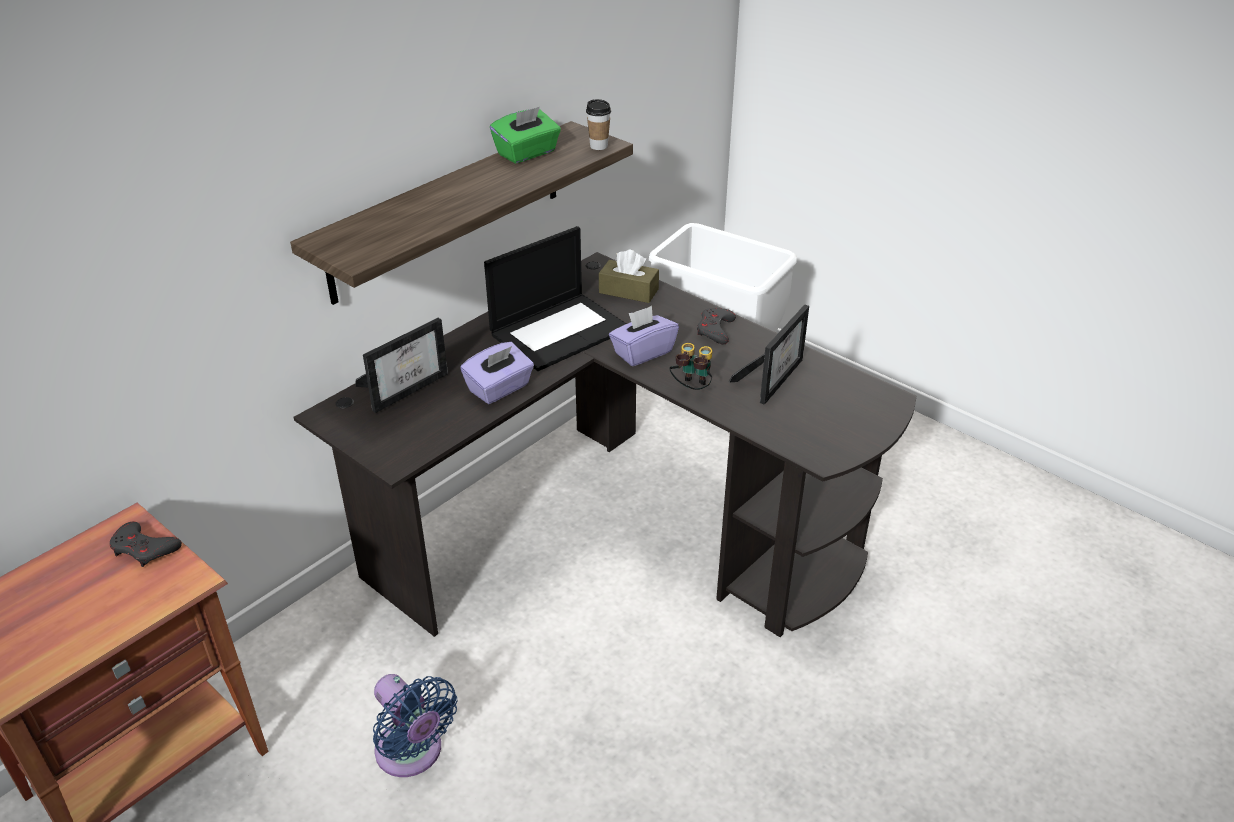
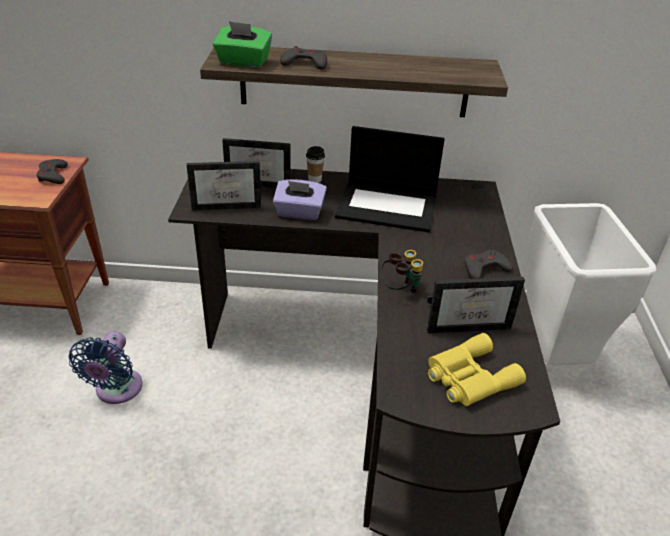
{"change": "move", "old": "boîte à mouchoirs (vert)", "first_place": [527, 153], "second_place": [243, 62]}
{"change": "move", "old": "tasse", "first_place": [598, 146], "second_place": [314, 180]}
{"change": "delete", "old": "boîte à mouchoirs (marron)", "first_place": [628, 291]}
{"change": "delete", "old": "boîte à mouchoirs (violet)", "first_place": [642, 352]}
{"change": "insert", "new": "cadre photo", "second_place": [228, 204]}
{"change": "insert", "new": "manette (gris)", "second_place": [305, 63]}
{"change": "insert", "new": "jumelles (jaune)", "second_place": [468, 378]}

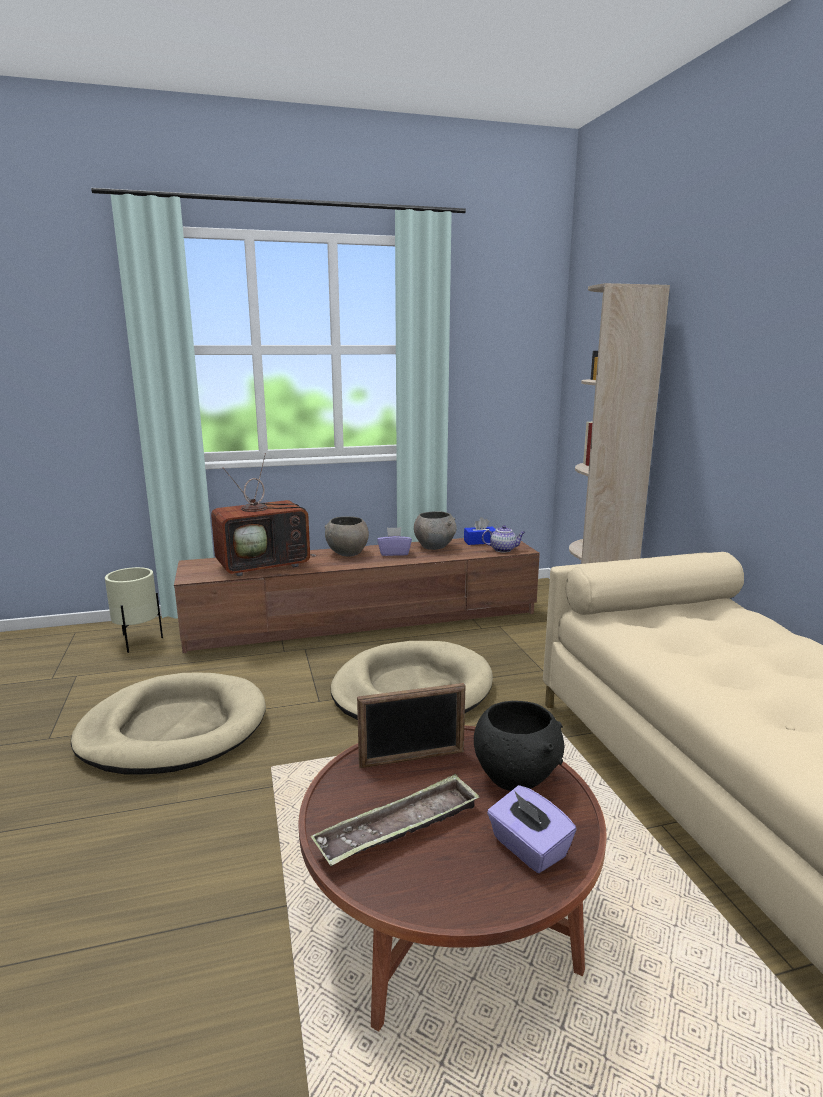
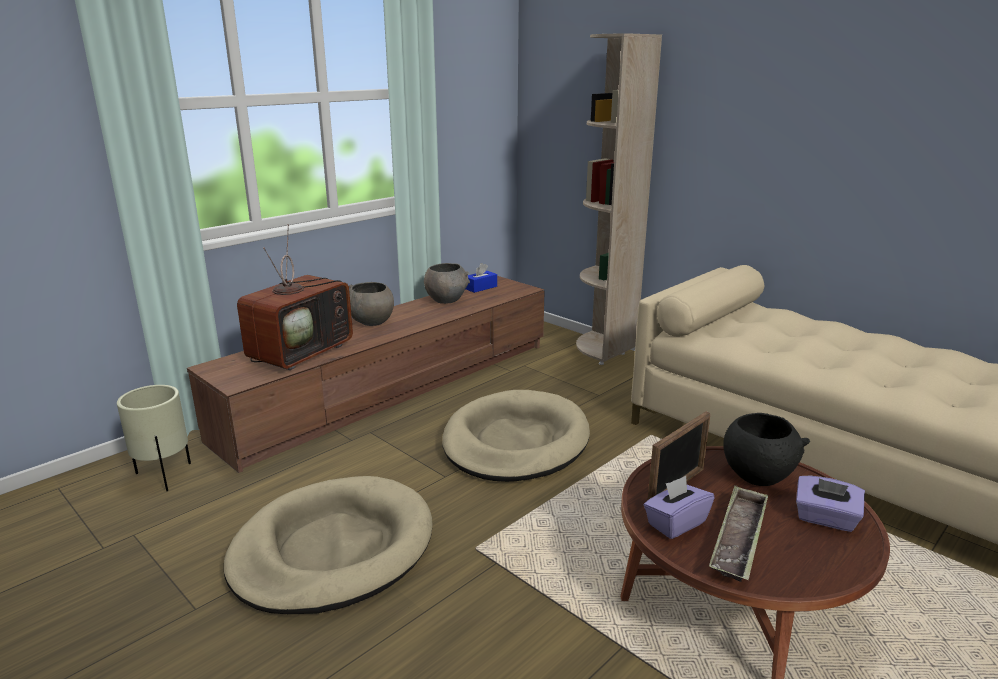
{"change": "move", "old": "boîte à mouchoirs (violet)", "first_place": [394, 553], "second_place": [676, 523]}
{"change": "delete", "old": "théière", "first_place": [503, 549]}

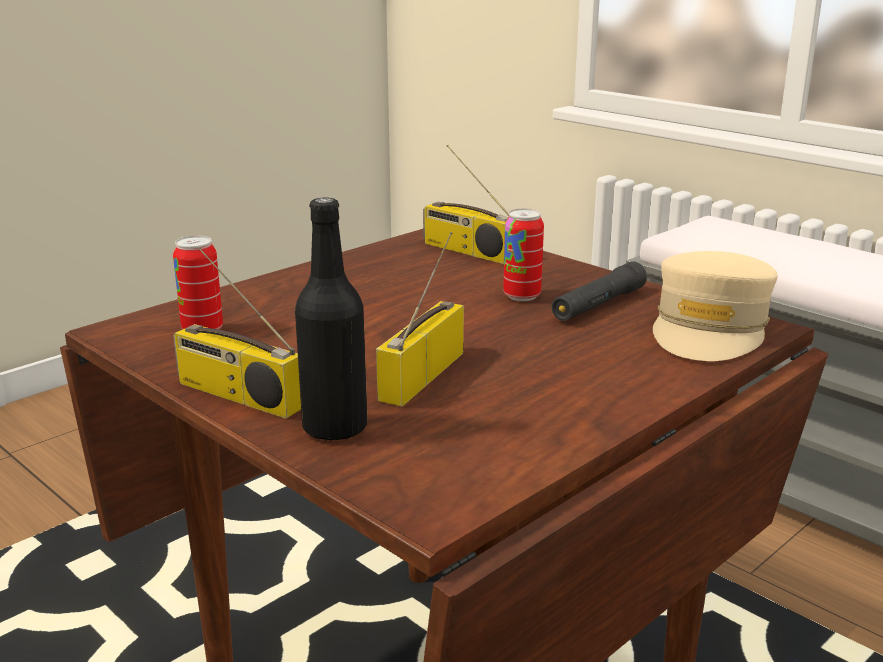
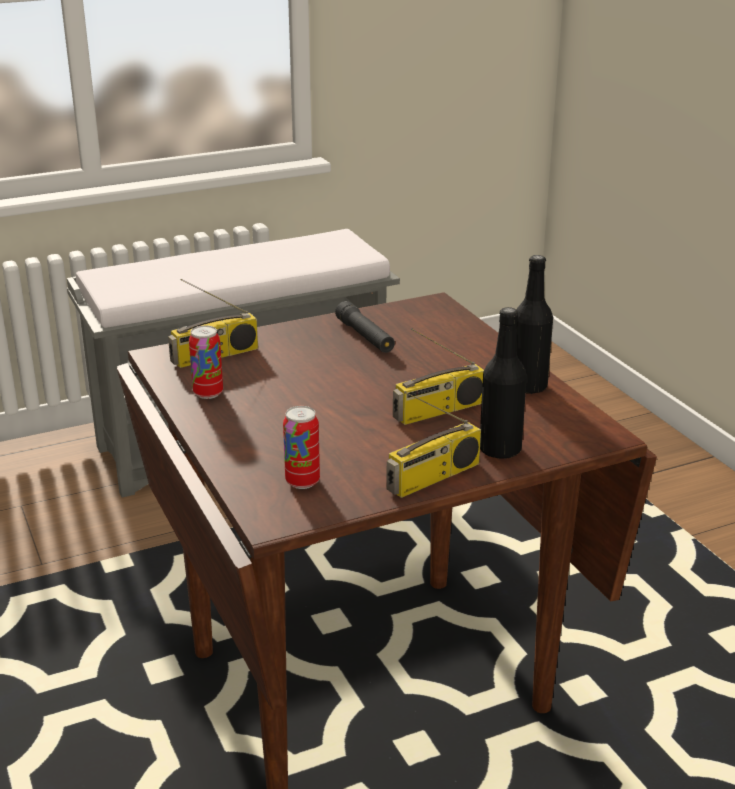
{"change": "rotate", "old": "radio", "first_place": [422, 374], "second_place": [438, 411], "degrees": -75}
{"change": "move", "old": "boîte métallique", "first_place": [522, 296], "second_place": [208, 393]}
{"change": "delete", "old": "casquette (beige)", "first_place": [710, 329]}
{"change": "insert", "new": "bouteille (noir)", "second_place": [528, 386]}

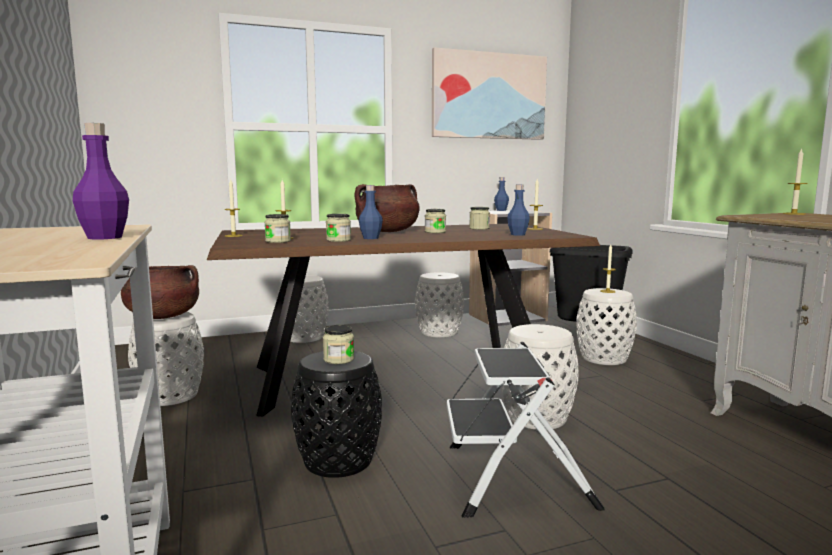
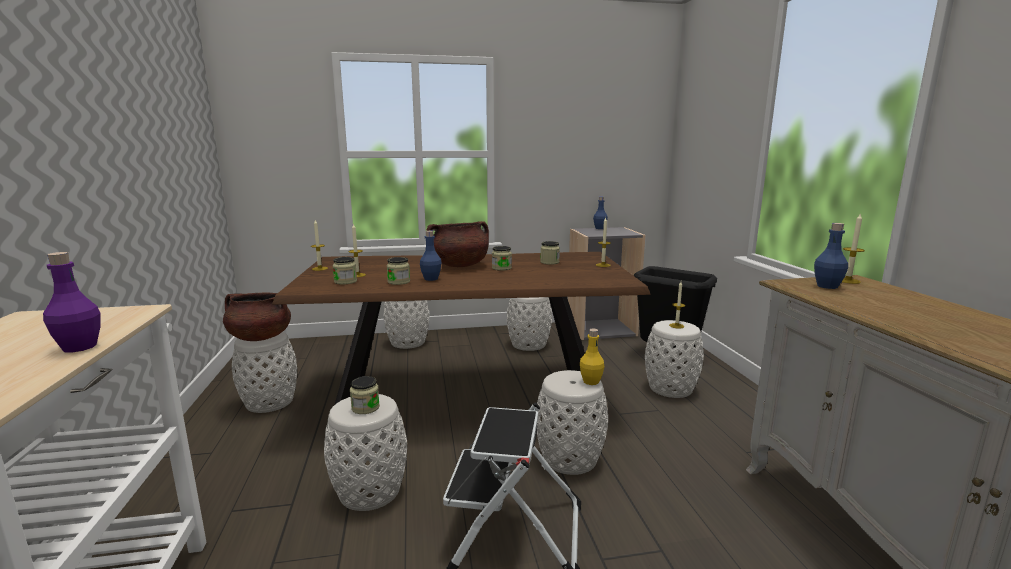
{"change": "recolor", "old": "tabouret (noir)", "new": "tabouret (blanc)", "first_place": [338, 461], "second_place": [369, 491]}
{"change": "delete", "old": "tableau", "first_place": [488, 96]}
{"change": "move", "old": "bouteille (bleu)", "first_place": [518, 234], "second_place": [827, 286]}
{"change": "insert", "new": "bouteille (jaune)", "second_place": [591, 381]}

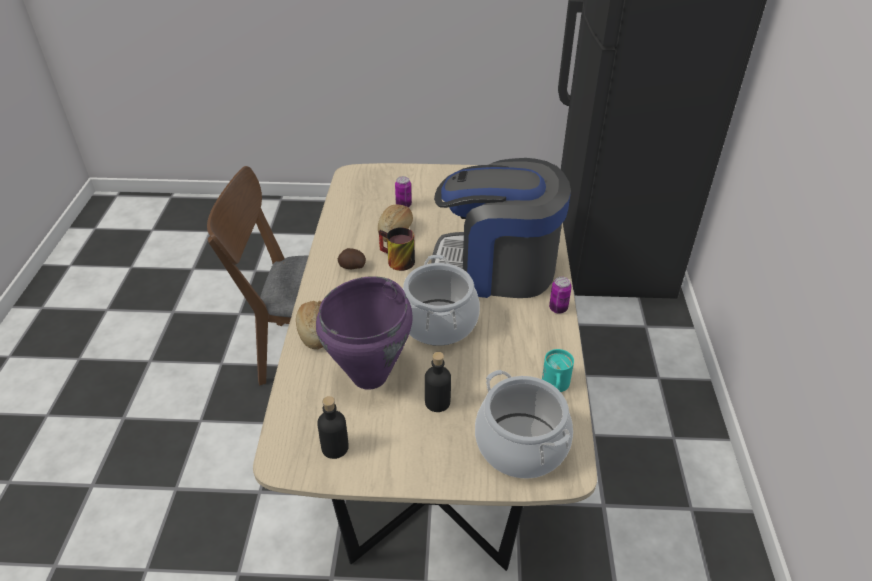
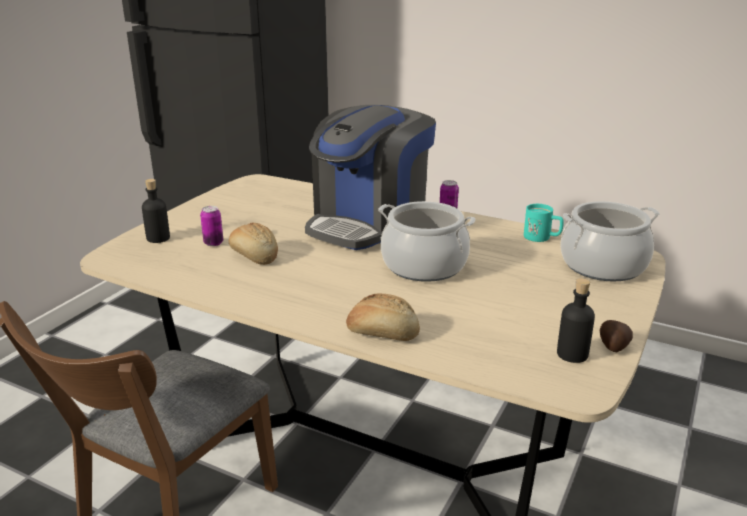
{"change": "delete", "old": "marmite (violet)", "first_place": [370, 376]}
{"change": "move", "old": "pomme de terre", "first_place": [352, 267], "second_place": [613, 347]}
{"change": "delete", "old": "mug", "first_place": [395, 261]}
{"change": "move", "old": "bouteille (noir)", "first_place": [437, 402], "second_place": [158, 238]}

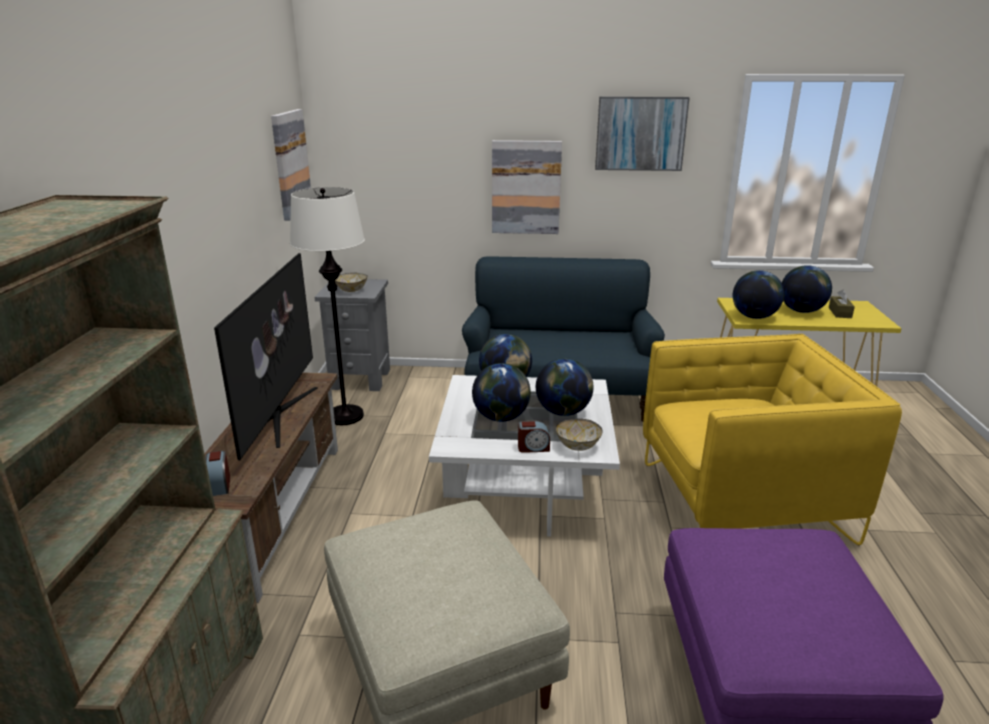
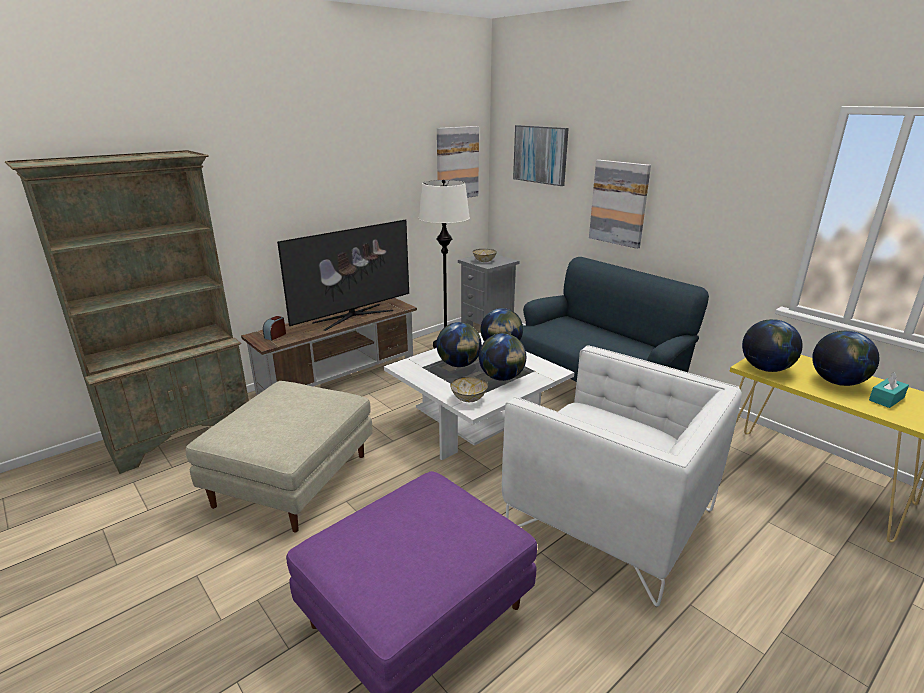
{"change": "delete", "old": "réveil", "first_place": [533, 448]}
{"change": "move", "old": "tableau", "first_place": [640, 133], "second_place": [540, 154]}
{"change": "recolor", "old": "fauteuil (jaune)", "new": "fauteuil (blanc)", "first_place": [742, 502], "second_place": [609, 519]}
{"change": "recolor", "old": "boîte à mouchoirs (marron)", "new": "boîte à mouchoirs (turquoise)", "first_place": [840, 313], "second_place": [886, 399]}

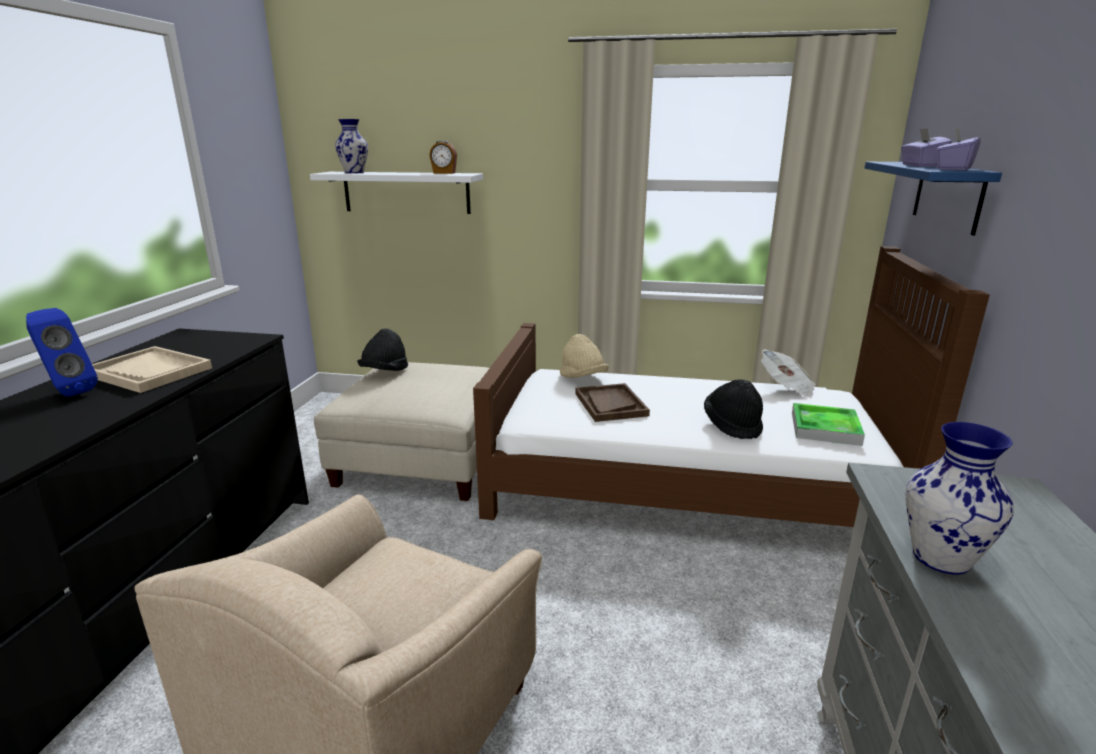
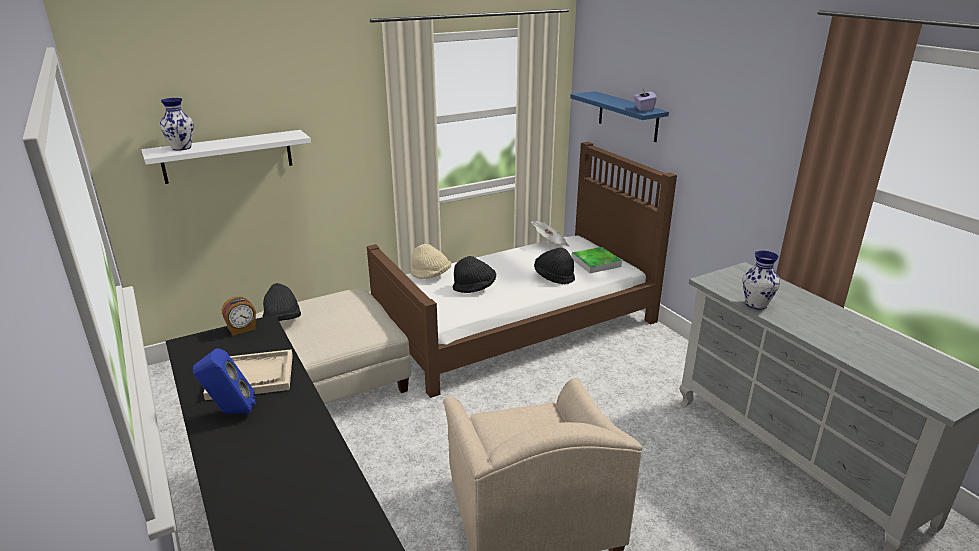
{"change": "move", "old": "réveil", "first_place": [444, 173], "second_place": [242, 329]}
{"change": "replace", "old": "plateau (marron)", "new": "chapeau (noir)", "first_place": [610, 404], "second_place": [474, 288]}
{"change": "delete", "old": "boîte à mouchoirs (violet)", "first_place": [920, 166]}

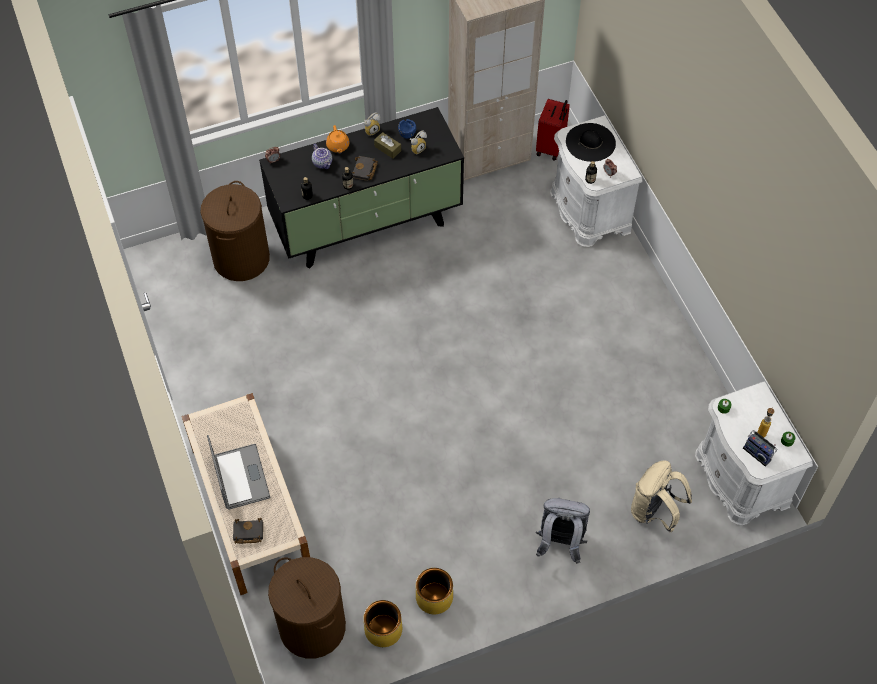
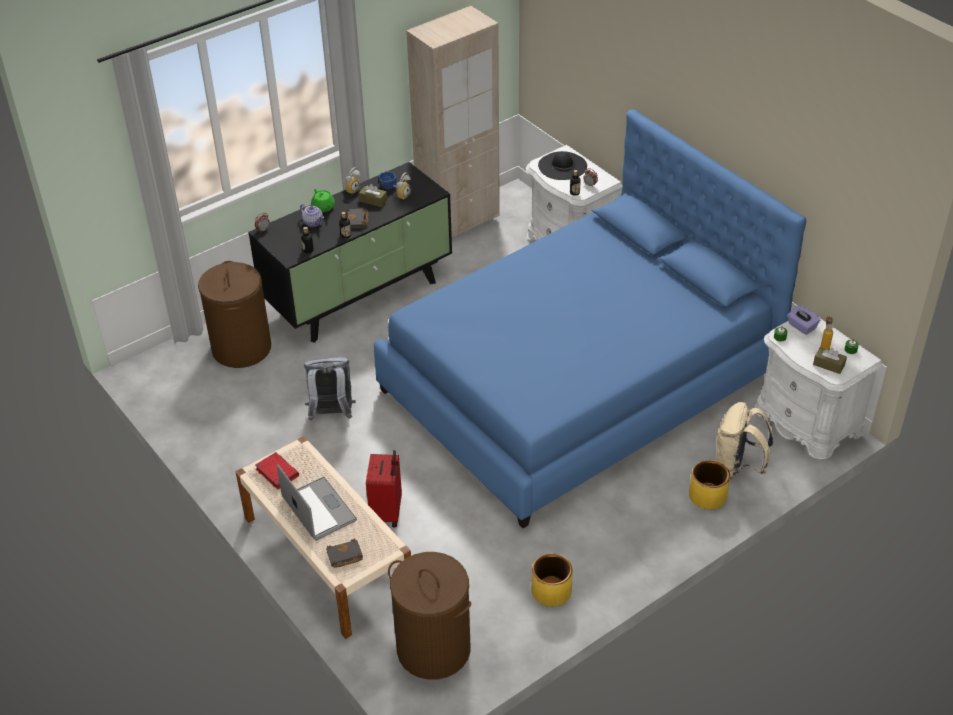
{"change": "recolor", "old": "théière (orange)", "new": "théière (vert)", "first_place": [338, 146], "second_place": [323, 207]}
{"change": "move", "old": "cache-pot (jaune)", "first_place": [383, 630], "second_place": [707, 496]}
{"change": "move", "old": "valise (rouge)", "first_place": [551, 147], "second_place": [387, 513]}
{"change": "move", "old": "sac à dos (gris)", "first_place": [560, 543], "second_place": [331, 414]}
{"change": "replace", "old": "radio", "new": "boîte à mouchoirs (marron)", "first_place": [758, 453], "second_place": [828, 365]}
{"change": "insert", "new": "livre (rouge)", "second_place": [276, 472]}
{"change": "insert", "new": "lit (bleu)", "second_place": [580, 382]}
{"change": "insert", "new": "boîte à mouchoirs (violet)", "second_place": [801, 327]}

